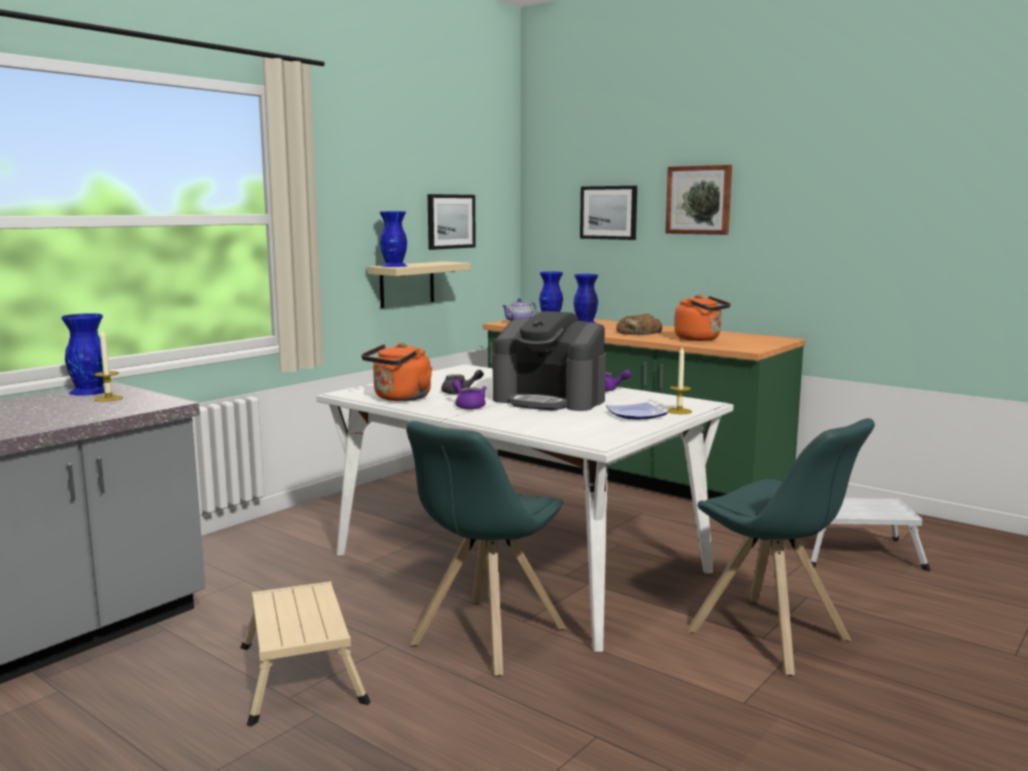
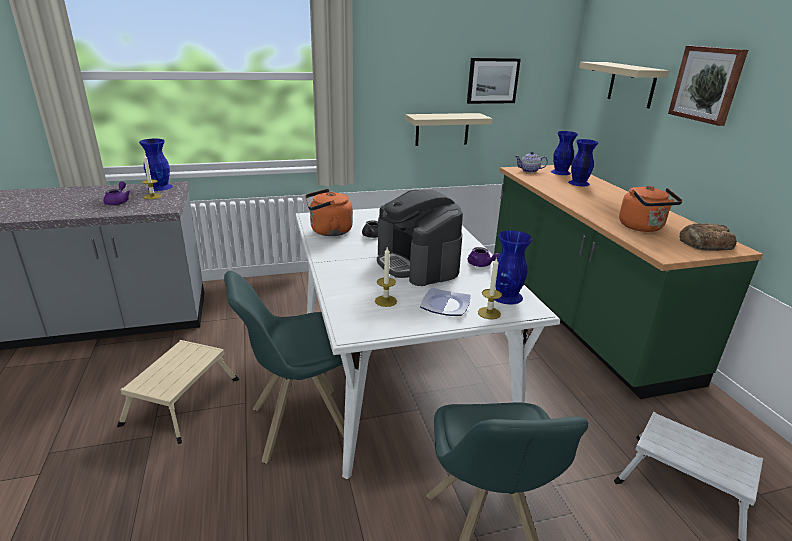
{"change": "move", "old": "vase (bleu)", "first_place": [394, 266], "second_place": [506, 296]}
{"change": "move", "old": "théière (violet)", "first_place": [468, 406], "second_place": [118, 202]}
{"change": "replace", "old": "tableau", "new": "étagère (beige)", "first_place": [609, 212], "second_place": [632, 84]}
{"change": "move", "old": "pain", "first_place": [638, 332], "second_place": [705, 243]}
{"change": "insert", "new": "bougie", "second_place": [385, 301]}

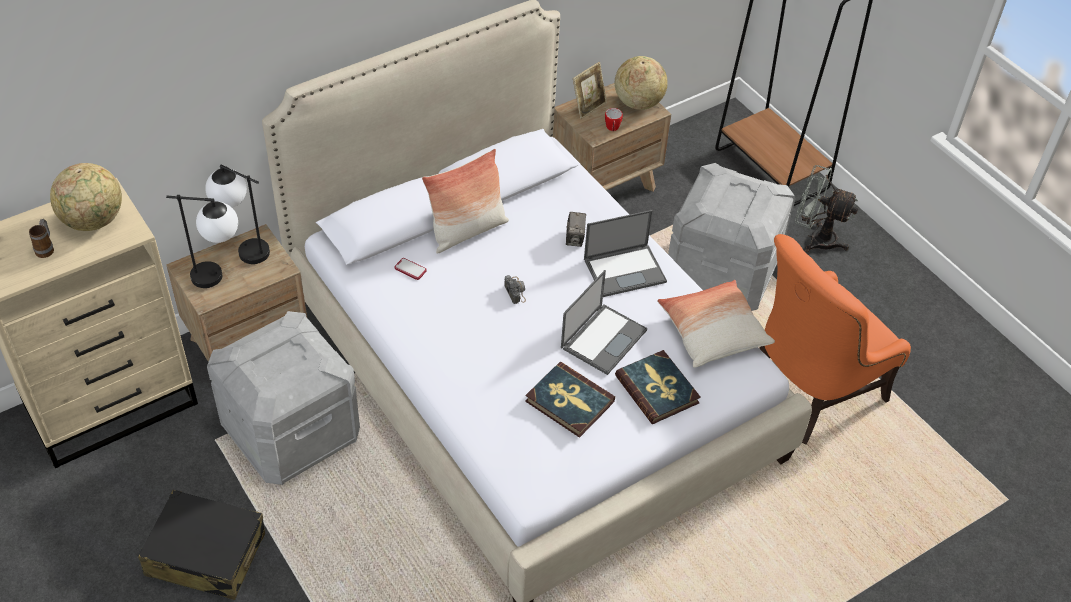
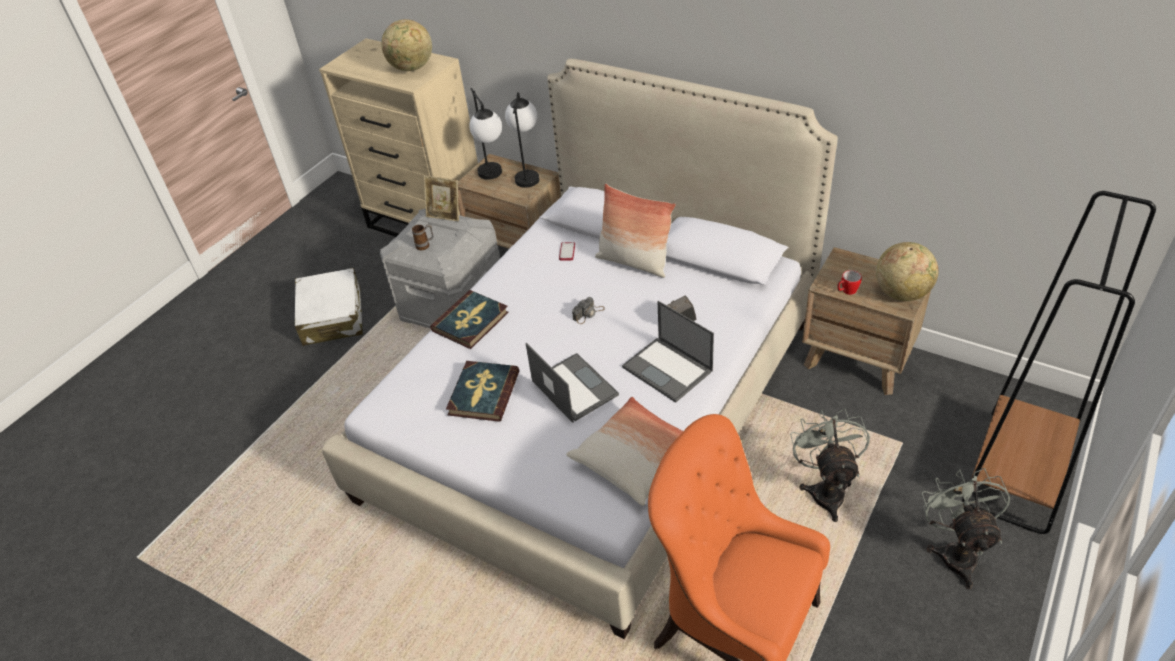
{"change": "move", "old": "mug", "first_place": [46, 248], "second_place": [425, 245]}
{"change": "recolor", "old": "valise (noir)", "new": "valise (blanc)", "first_place": [206, 554], "second_place": [333, 317]}
{"change": "rotate", "old": "ordinateur portable", "first_place": [604, 338], "second_place": [573, 387], "degrees": -135}
{"change": "move", "old": "cadre photo", "first_place": [588, 107], "second_place": [445, 215]}
{"change": "move", "old": "livre", "first_place": [657, 389], "second_place": [471, 322]}
{"change": "replace", "old": "boîte de rangement (gris)", "new": "ventilateur (gris)", "first_place": [722, 274], "second_place": [825, 489]}

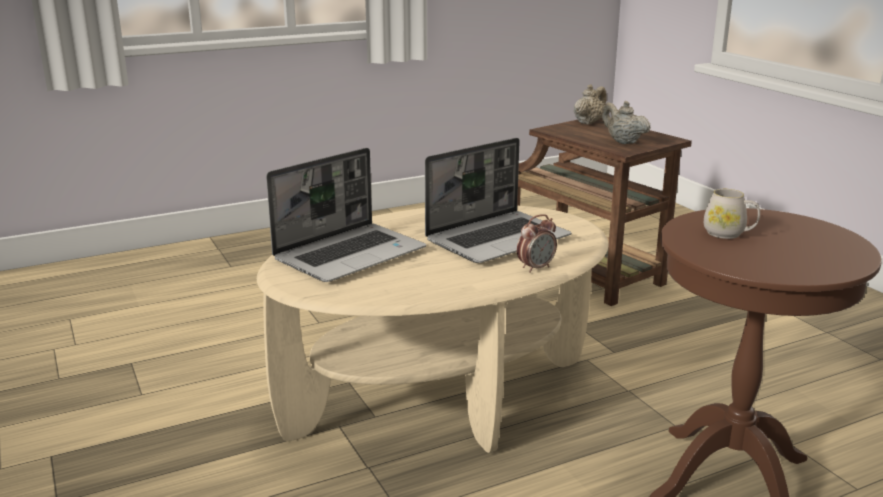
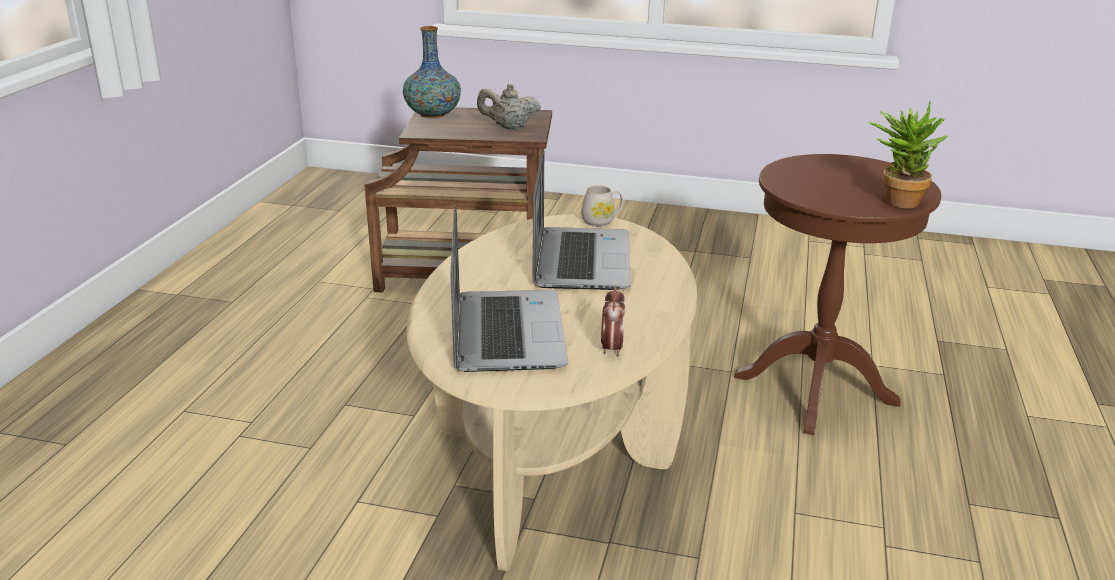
{"change": "move", "old": "réveil", "first_place": [536, 268], "second_place": [611, 348]}
{"change": "replace", "old": "théière (beige)", "new": "vase", "first_place": [588, 122], "second_place": [432, 114]}
{"change": "move", "old": "mug (blanc)", "first_place": [729, 234], "second_place": [602, 221]}
{"change": "insert", "new": "plante en pot", "second_place": [896, 199]}

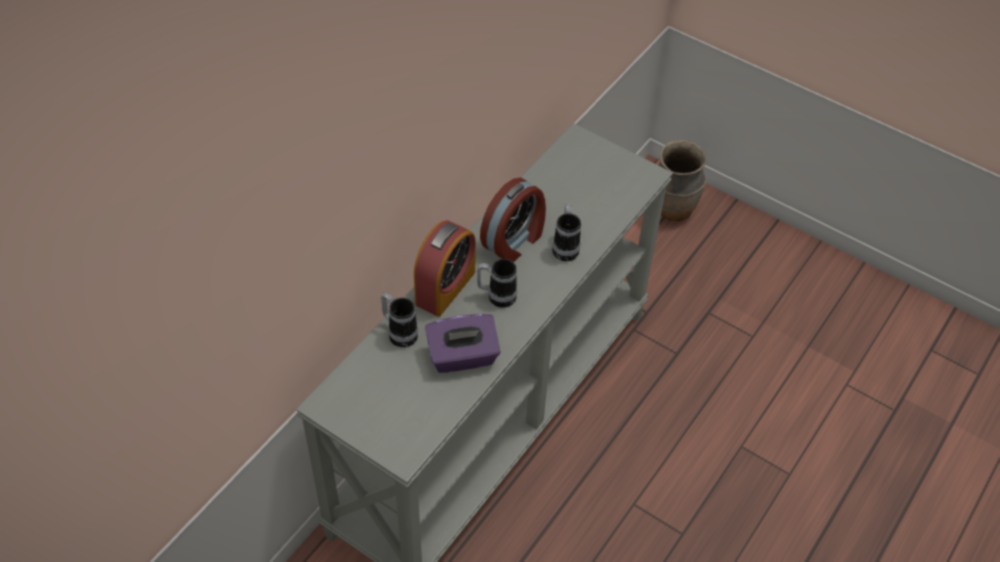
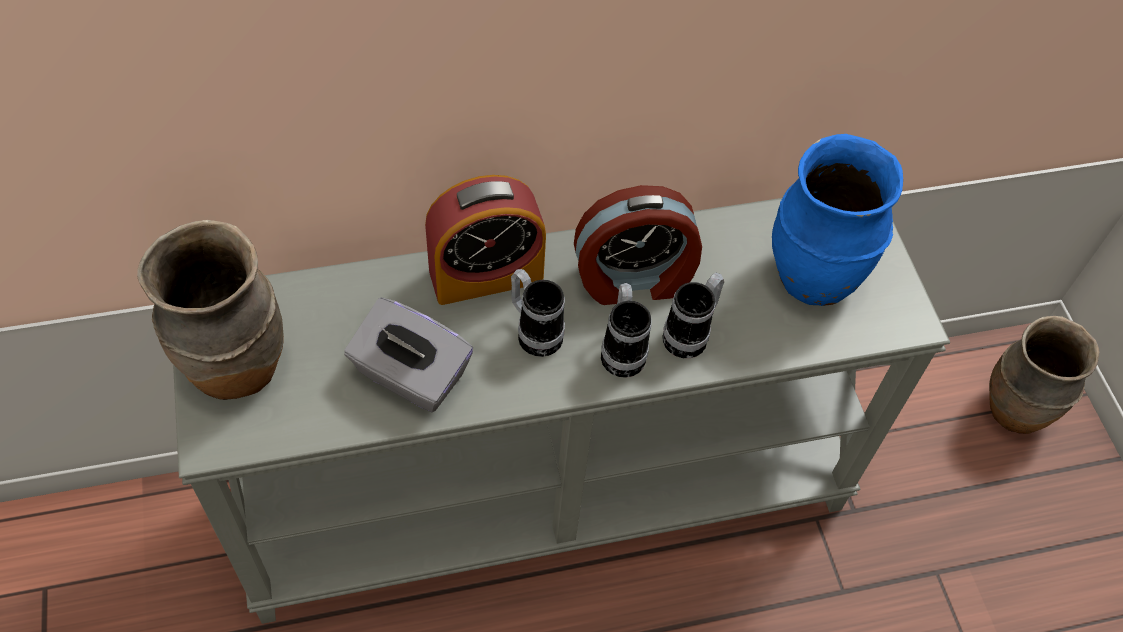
{"change": "move", "old": "mug", "first_place": [399, 332], "second_place": [622, 350]}
{"change": "recolor", "old": "boîte à mouchoirs (violet)", "new": "boîte à mouchoirs (gris)", "first_place": [462, 357], "second_place": [410, 376]}
{"change": "insert", "new": "vase (marron)", "second_place": [234, 367]}
{"change": "insert", "new": "vase (bleu)", "second_place": [812, 278]}

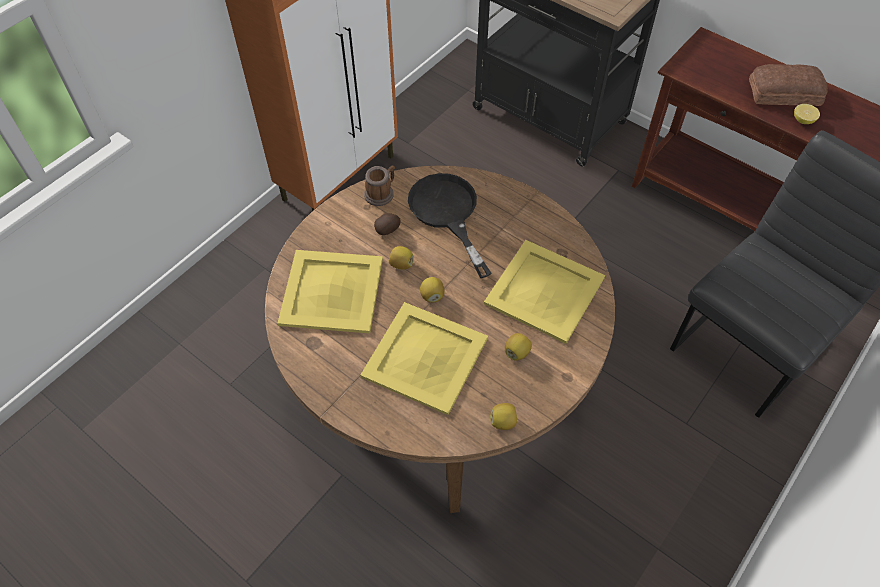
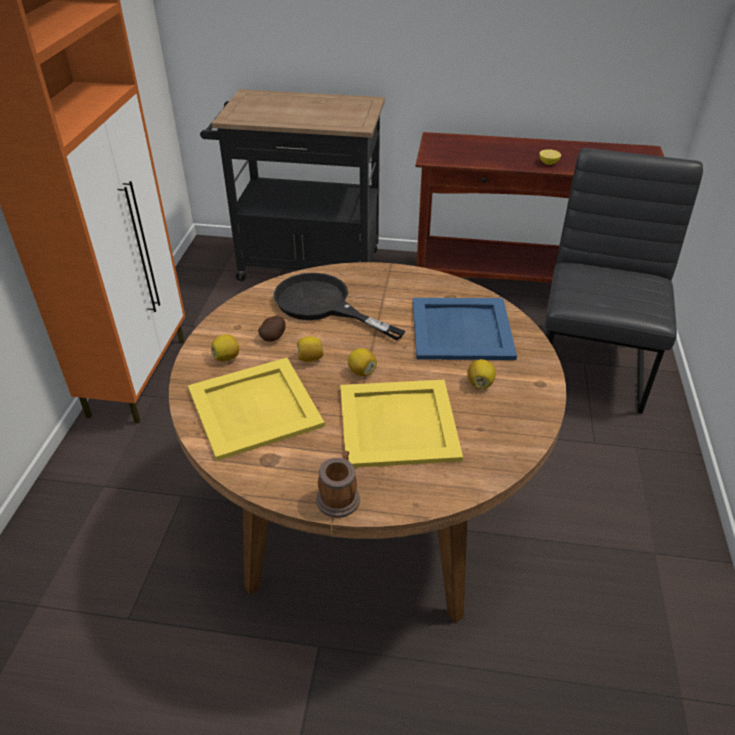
{"change": "move", "old": "mug", "first_place": [381, 193], "second_place": [339, 496]}
{"change": "recolor", "old": "plateau (jaune)", "new": "plateau (bleu)", "first_place": [543, 291], "second_place": [461, 329]}
{"change": "move", "old": "citron", "first_place": [503, 422], "second_place": [227, 357]}
{"change": "delete", "old": "pain", "first_place": [783, 92]}

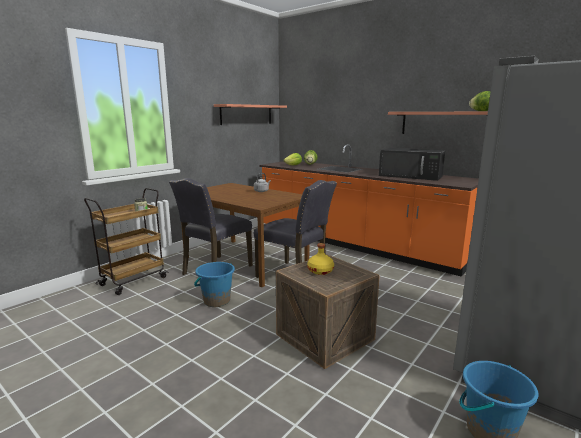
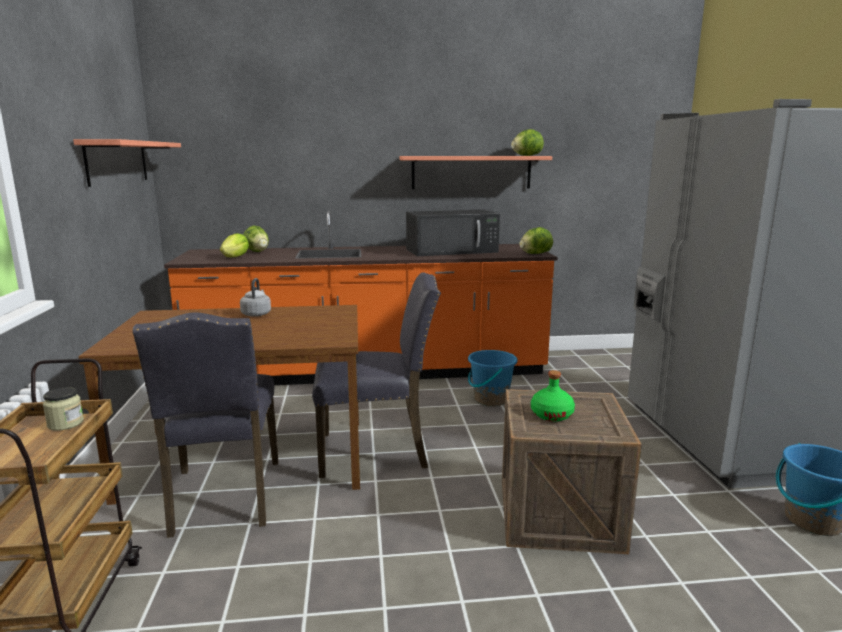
{"change": "move", "old": "seau (bleu)", "first_place": [216, 301], "second_place": [490, 400]}
{"change": "recolor", "old": "bouteille (jaune)", "new": "bouteille (vert)", "first_place": [320, 271], "second_place": [551, 415]}
{"change": "insert", "new": "laitue", "second_place": [535, 254]}

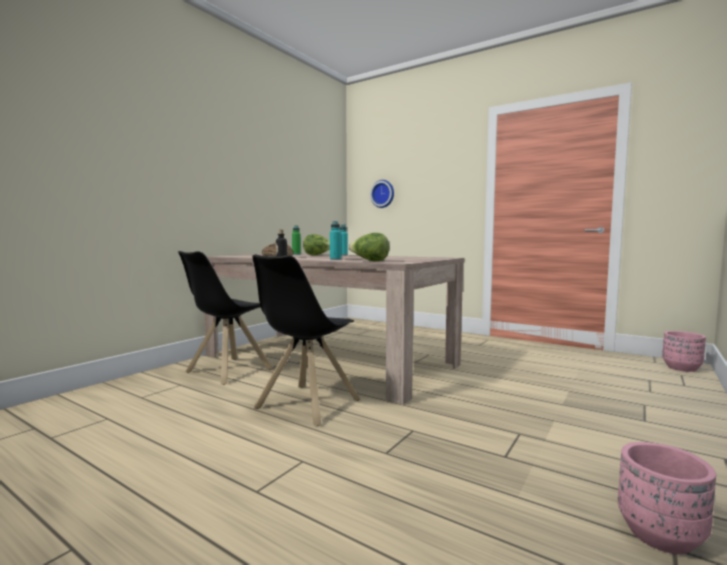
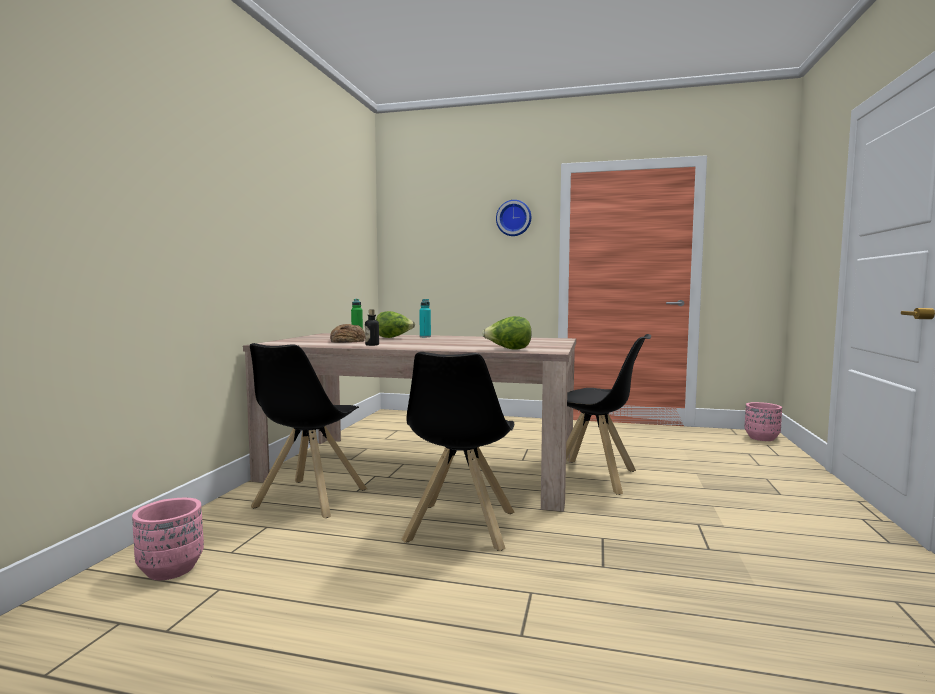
{"change": "delete", "old": "bouteille (turquoise)", "first_place": [335, 259]}
{"change": "move", "old": "horloge murale", "first_place": [383, 194], "second_place": [514, 218]}
{"change": "move", "old": "cache-pot (rose)", "first_place": [660, 535], "second_place": [171, 569]}
{"change": "insert", "new": "chaise (noir)", "second_place": [595, 477]}

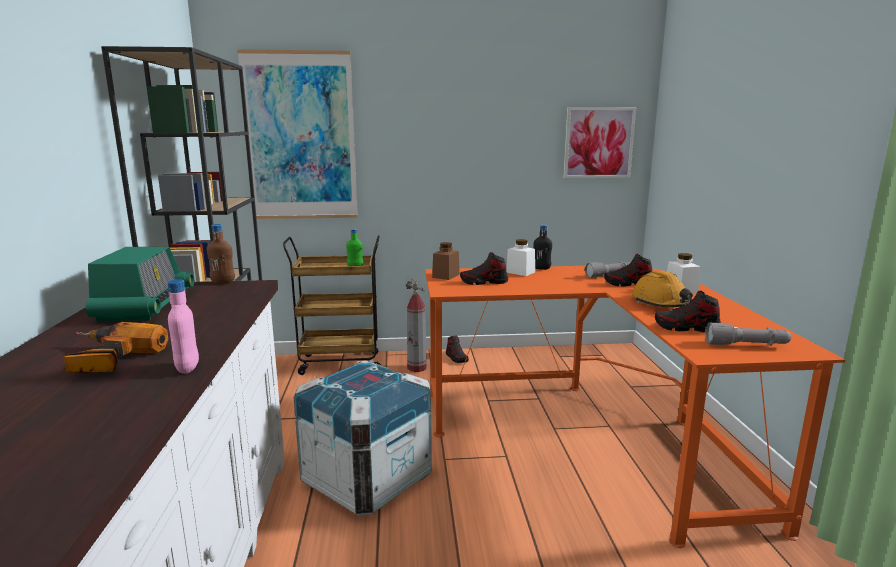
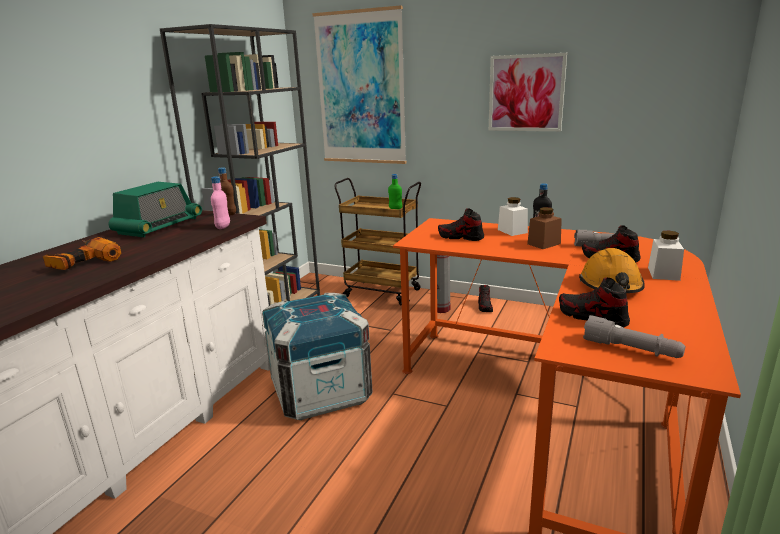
{"change": "move", "old": "bouteille (rose)", "first_place": [187, 368], "second_place": [223, 227]}
{"change": "move", "old": "bocal (marron)", "first_place": [446, 276], "second_place": [544, 244]}
{"change": "move", "old": "tableau", "first_place": [598, 143], "second_place": [526, 93]}

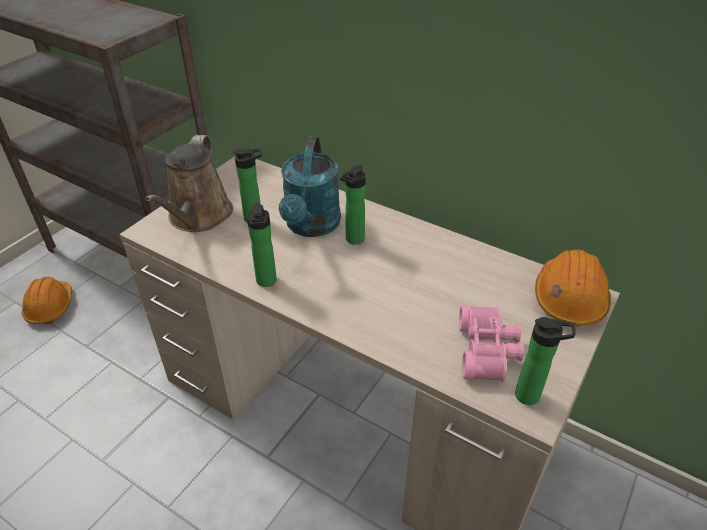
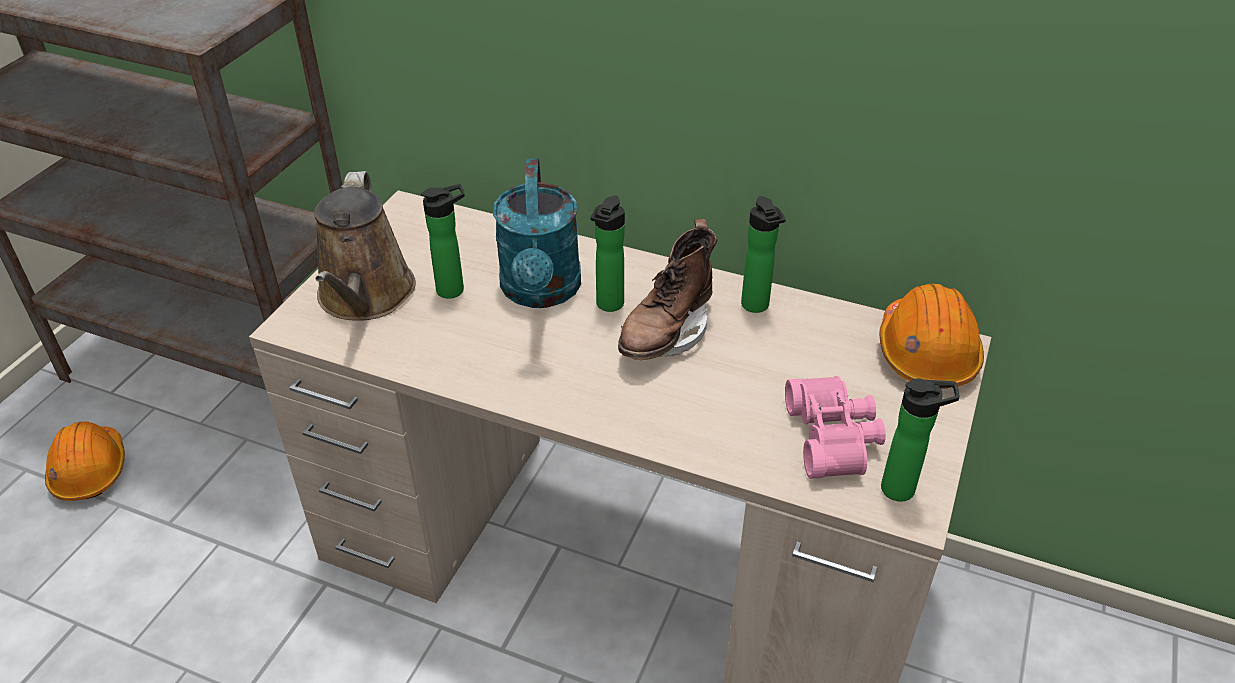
{"change": "move", "old": "bouteille", "first_place": [266, 282], "second_place": [756, 307]}
{"change": "insert", "new": "botte (marron)", "second_place": [666, 334]}

